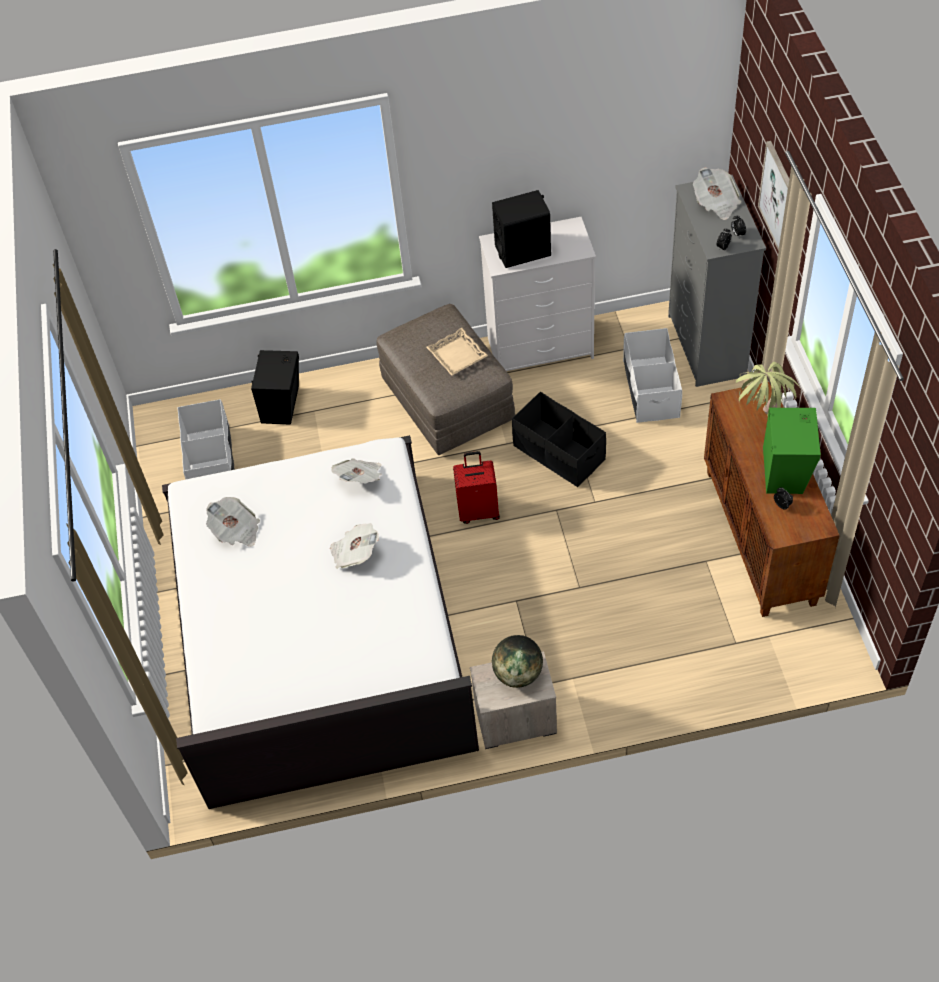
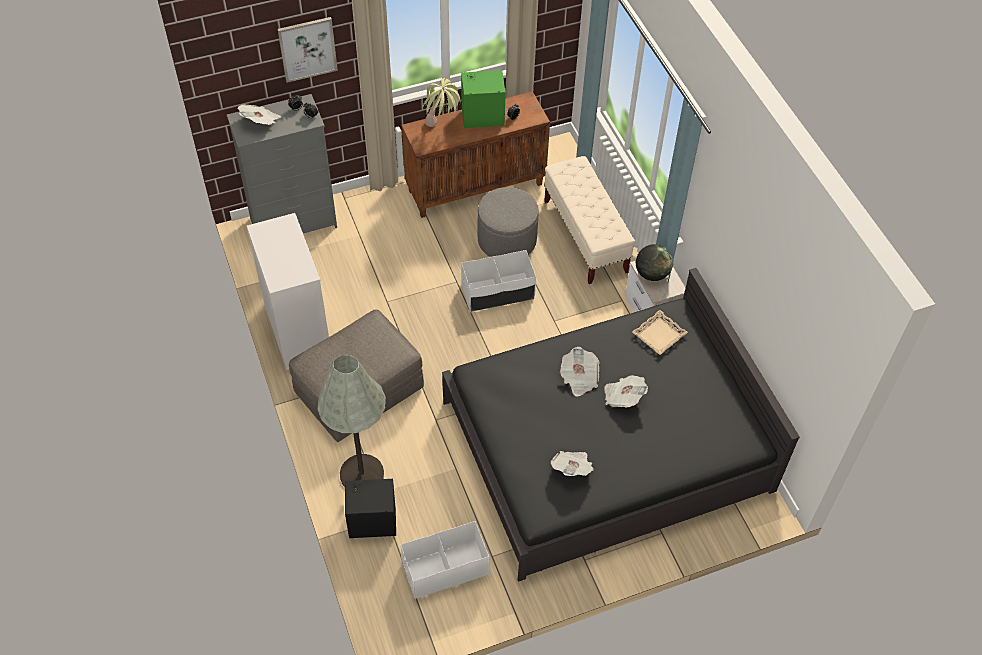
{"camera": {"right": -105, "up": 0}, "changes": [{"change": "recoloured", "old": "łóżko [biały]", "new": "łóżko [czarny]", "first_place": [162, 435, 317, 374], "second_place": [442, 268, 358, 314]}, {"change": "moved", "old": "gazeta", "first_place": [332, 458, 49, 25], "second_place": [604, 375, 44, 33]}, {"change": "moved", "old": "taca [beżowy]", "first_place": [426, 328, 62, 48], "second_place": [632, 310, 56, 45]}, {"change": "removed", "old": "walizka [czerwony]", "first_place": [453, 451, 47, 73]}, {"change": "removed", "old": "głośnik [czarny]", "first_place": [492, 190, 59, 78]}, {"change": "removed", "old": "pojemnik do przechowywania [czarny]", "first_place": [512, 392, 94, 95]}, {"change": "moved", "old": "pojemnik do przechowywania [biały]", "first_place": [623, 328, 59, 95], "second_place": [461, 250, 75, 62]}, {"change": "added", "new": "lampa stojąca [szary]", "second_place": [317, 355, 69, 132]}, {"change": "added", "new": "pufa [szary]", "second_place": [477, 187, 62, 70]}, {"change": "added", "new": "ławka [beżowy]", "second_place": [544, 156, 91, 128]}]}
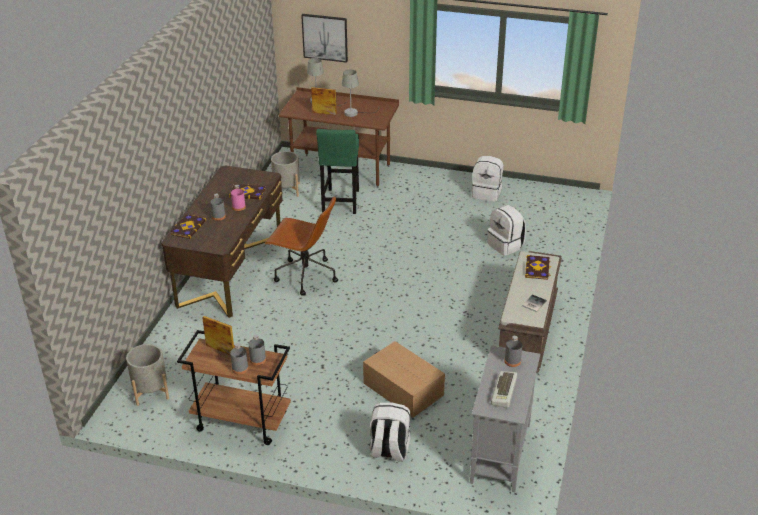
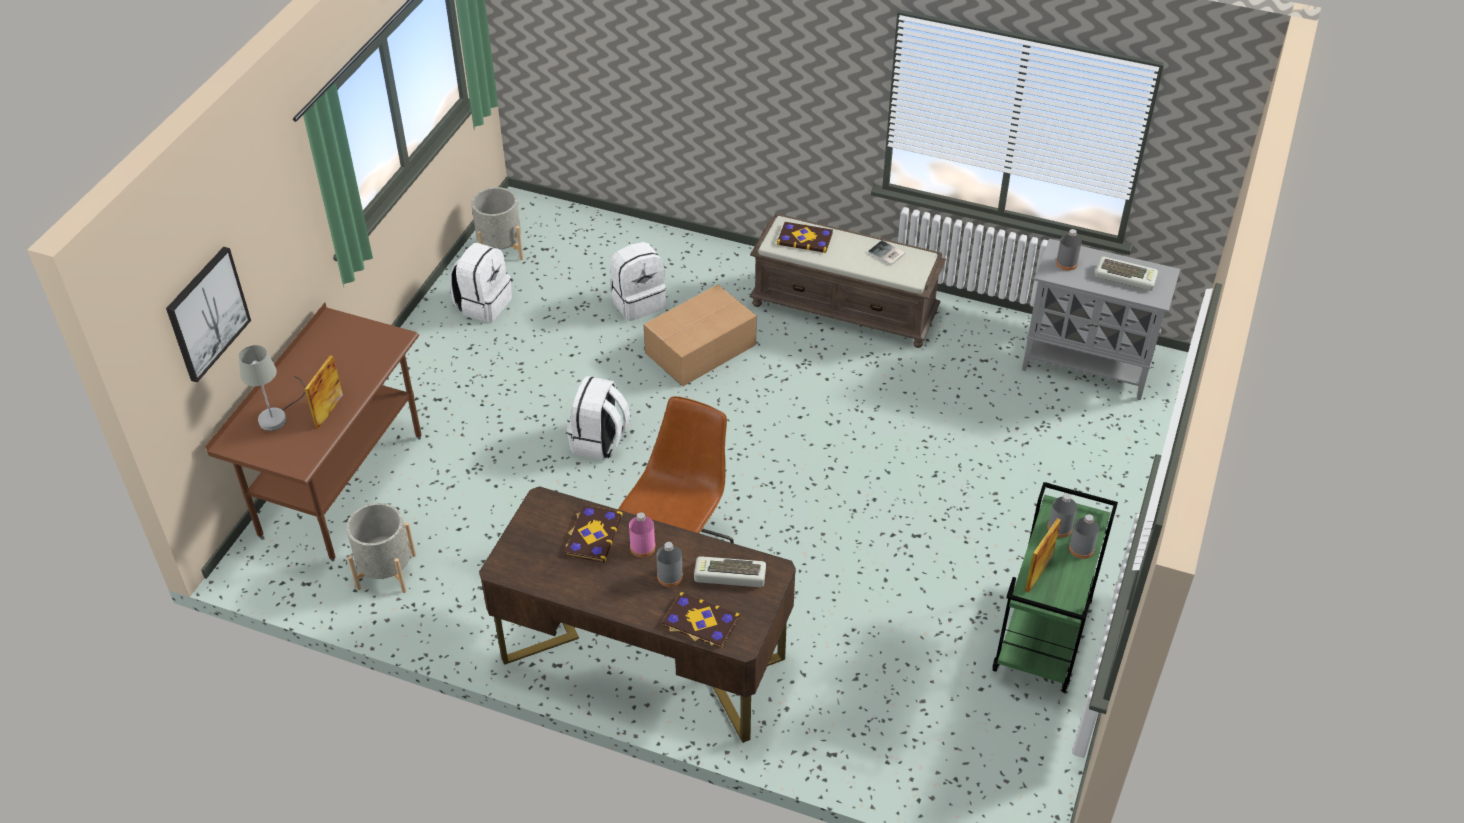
{"camera": {"right": -85, "up": 10}, "changes": [{"change": "moved", "old": "donica [szary]", "first_place": [126, 344, 43, 62], "second_place": [471, 187, 52, 73]}, {"change": "recoloured", "old": "wózek [brązowy]", "new": "wózek [zielony]", "first_place": [177, 330, 114, 115], "second_place": [992, 482, 126, 211]}, {"change": "removed", "old": "stołek [zielony]", "first_place": [316, 129, 43, 85]}, {"change": "removed", "old": "lampa stołowa [szary]", "first_place": [342, 69, 37, 48]}, {"change": "moved", "old": "karton", "first_place": [363, 341, 82, 77], "second_place": [644, 284, 113, 103]}, {"change": "moved", "old": "plecak [biały]", "first_place": [370, 402, 41, 60], "second_place": [567, 376, 63, 84]}, {"change": "added", "new": "klawiatura", "second_place": [694, 556, 72, 31]}]}
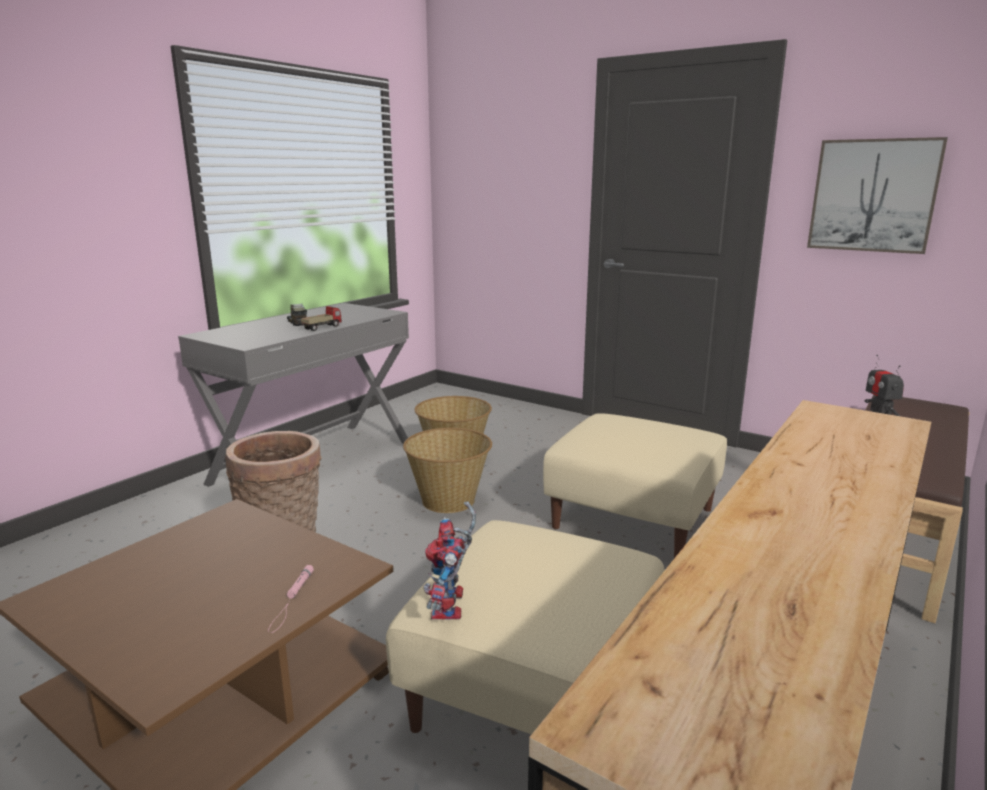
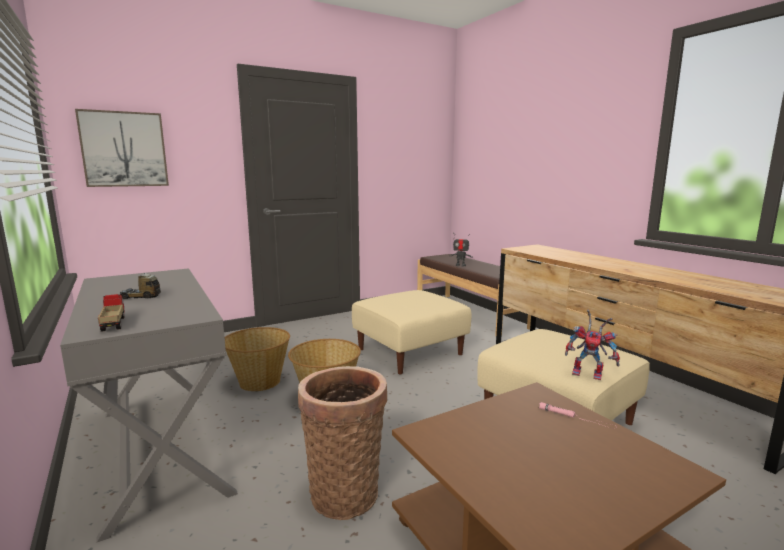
{"camera": {"right": -65, "up": -5}, "changes": [{"change": "moved", "old": "ciężarówka zabawkowa", "first_place": [301, 306, 41, 25], "second_place": [98, 294, 27, 38]}, {"change": "moved", "old": "obraz", "first_place": [807, 137, 141, 117], "second_place": [75, 109, 94, 78]}]}
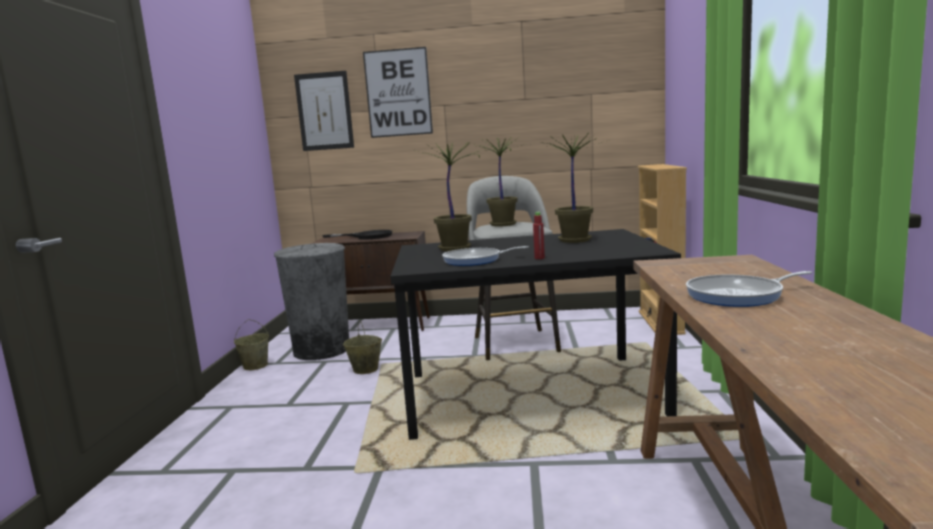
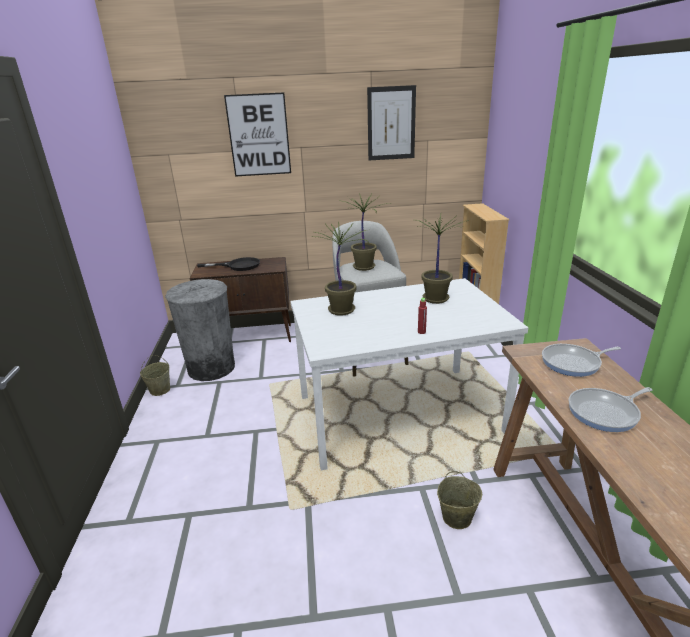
{"camera": {"right": -10, "up": 15}, "changes": [{"change": "moved", "old": "obraz", "first_place": [294, 71, 60, 80], "second_place": [367, 85, 49, 76]}, {"change": "moved", "old": "wiadro [beżowy]", "first_place": [343, 321, 39, 53], "second_place": [437, 471, 45, 58]}, {"change": "recoloured", "old": "stół jadalny [czarny]", "new": "stół jadalny [biały]", "first_place": [390, 229, 291, 211], "second_place": [291, 278, 237, 192]}, {"change": "moved", "old": "patelnia", "first_place": [442, 246, 87, 20], "second_place": [542, 344, 79, 33]}]}
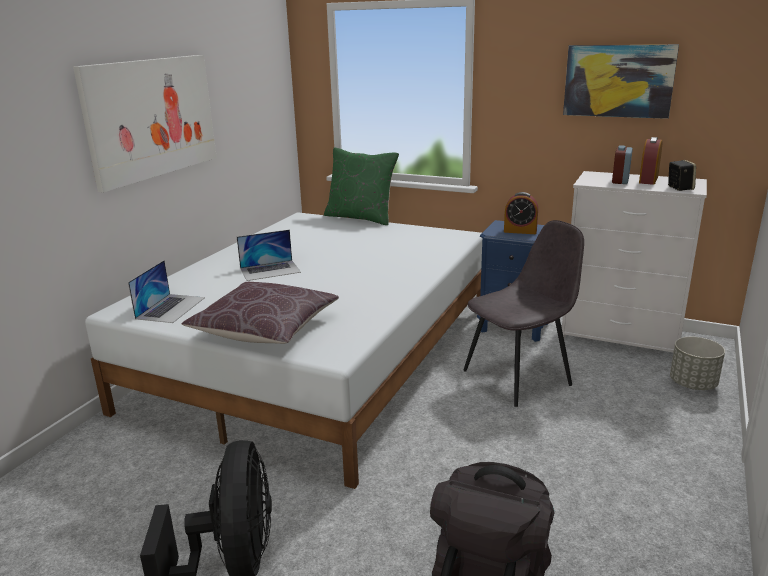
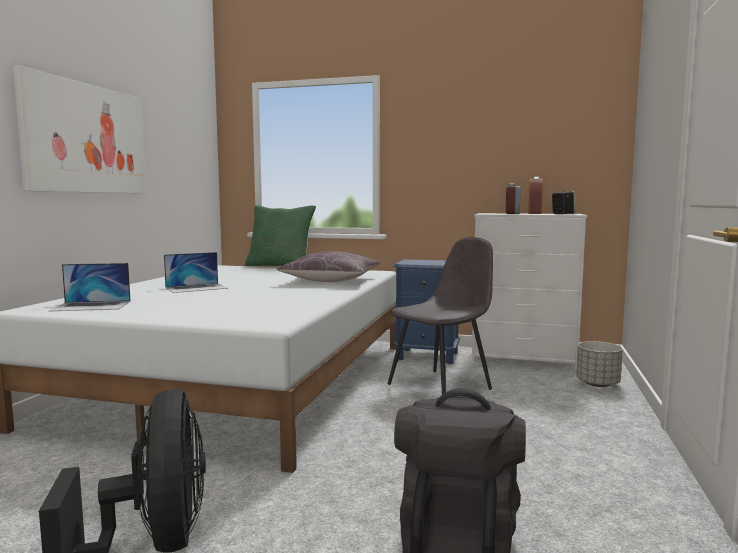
{"camera": {"right": -10, "up": -15}, "changes": [{"change": "turned", "old": "laptop", "first_place": [128, 260, 77, 63], "second_place": [48, 263, 83, 49], "degrees": 75}, {"change": "moved", "old": "poduszka [brązowy]", "first_place": [181, 282, 158, 62], "second_place": [277, 251, 103, 31]}, {"change": "removed", "old": "budzik", "first_place": [504, 192, 34, 42]}, {"change": "removed", "old": "obraz", "first_place": [563, 45, 116, 74]}]}
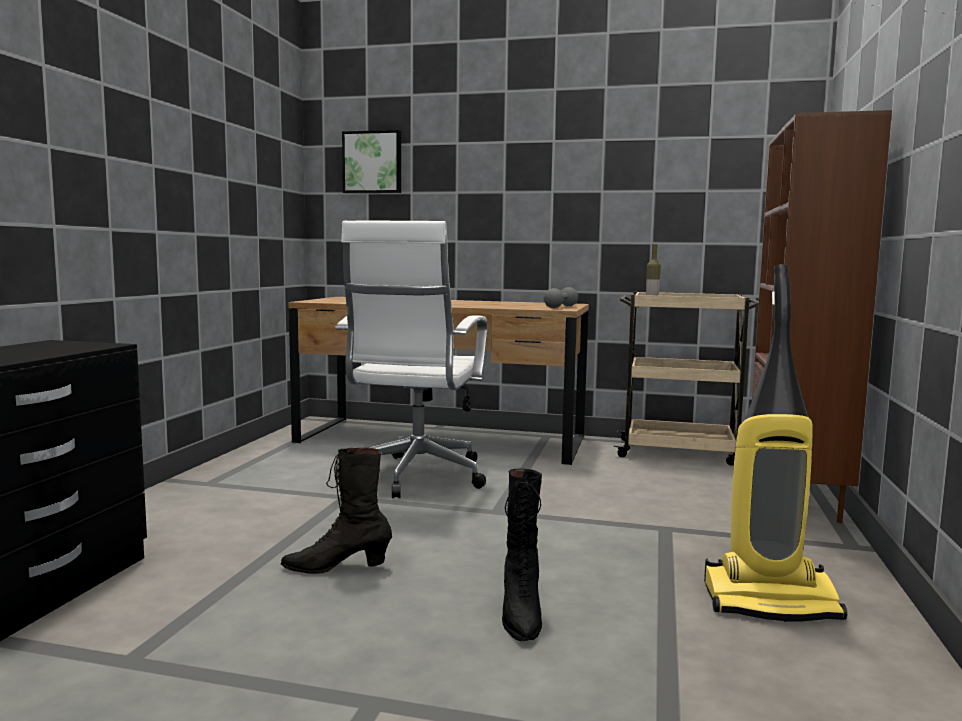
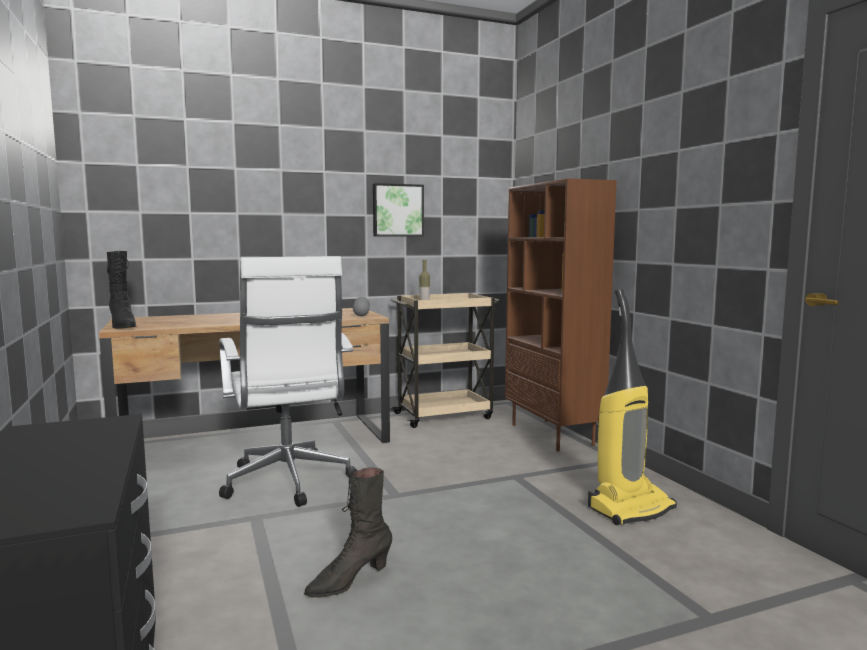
{"camera": {"right": -35, "up": 0}, "changes": [{"change": "moved", "old": "obraz", "first_place": [342, 130, 59, 63], "second_place": [373, 183, 51, 53]}, {"change": "moved", "old": "but z cholewką [czarny]", "first_place": [502, 468, 40, 174], "second_place": [107, 251, 29, 78]}]}
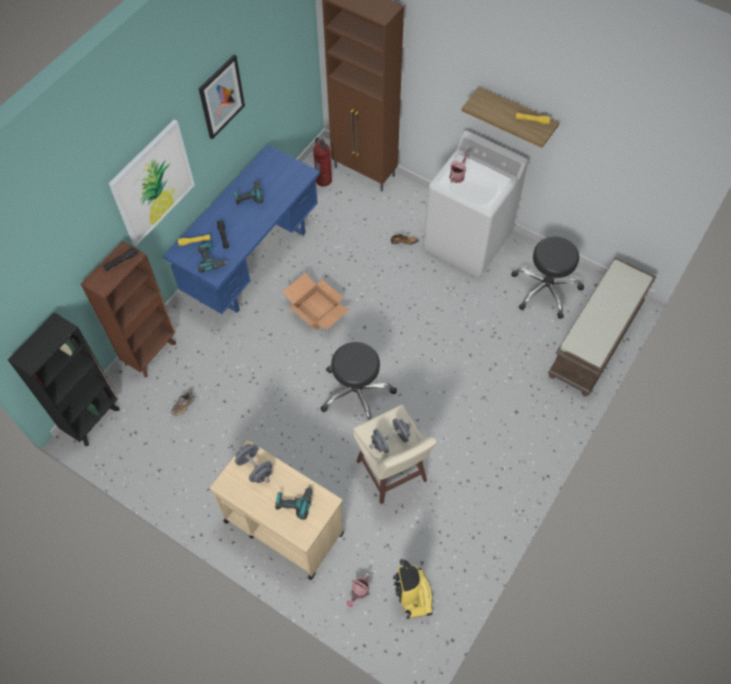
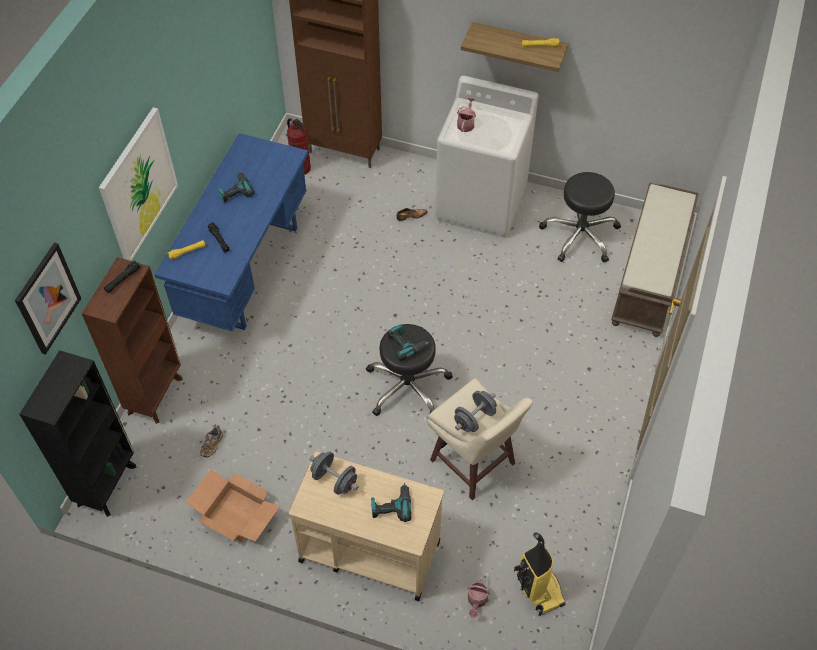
{"camera": {"right": -15, "up": -5}, "changes": [{"change": "moved", "old": "wiertarka", "first_place": [198, 243, 30, 30], "second_place": [388, 325, 41, 36]}, {"change": "moved", "old": "obraz", "first_place": [199, 55, 46, 84], "second_place": [15, 242, 66, 113]}, {"change": "moved", "old": "karton", "first_place": [282, 273, 68, 57], "second_place": [186, 469, 94, 73]}]}
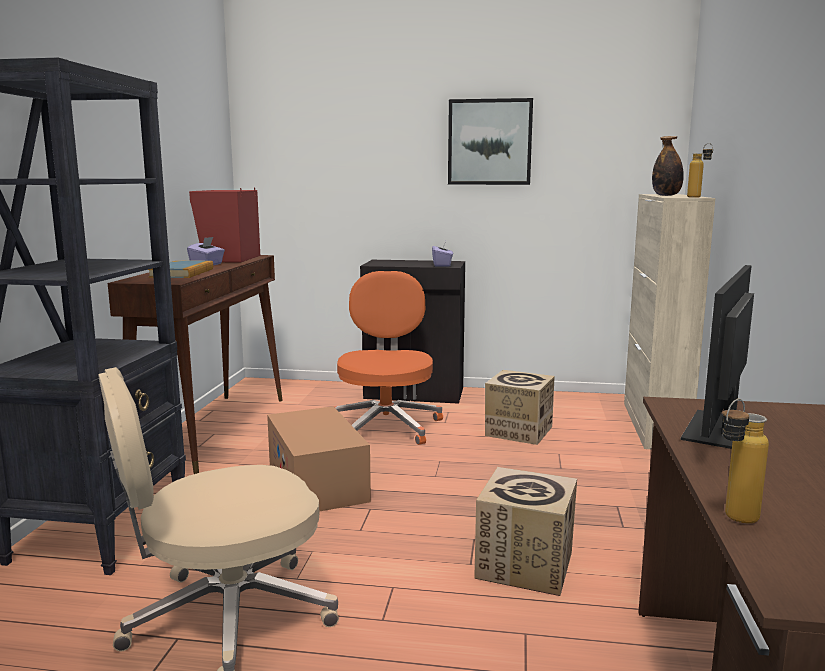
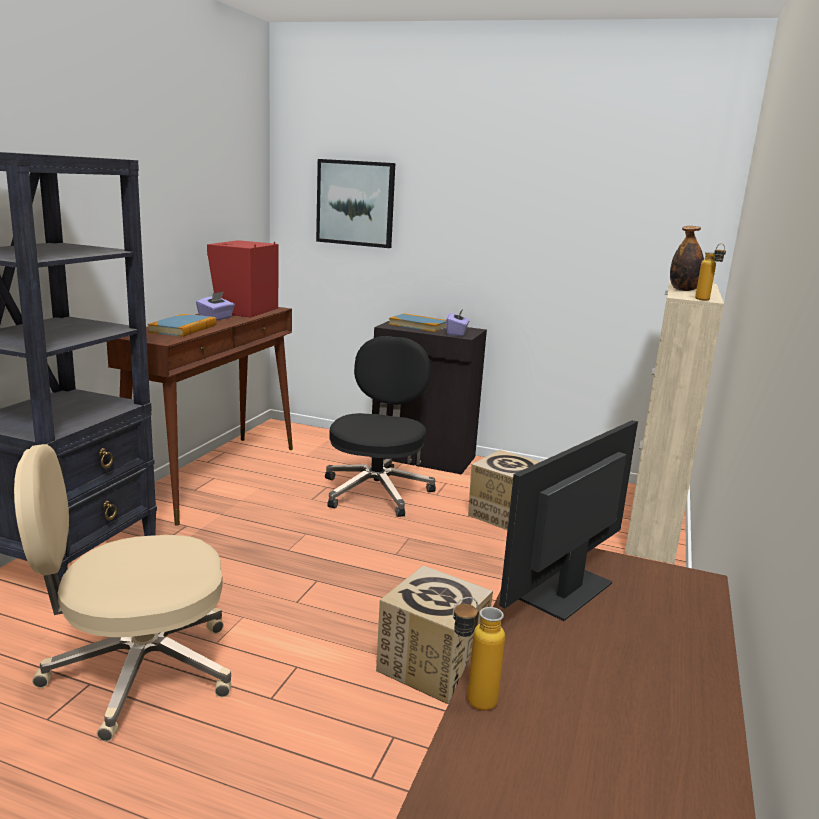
{"camera": {"right": 10, "up": 5}, "changes": [{"change": "removed", "old": "karton", "first_place": [267, 406, 104, 106]}, {"change": "recoloured", "old": "krzesło biurowe [pomarańczowy]", "new": "krzesło biurowe [czarny]", "first_place": [334, 271, 109, 174], "second_place": [325, 336, 111, 181]}, {"change": "moved", "old": "obraz", "first_place": [448, 98, 85, 87], "second_place": [316, 159, 79, 89]}, {"change": "added", "new": "książka", "second_place": [389, 313, 57, 19]}]}
